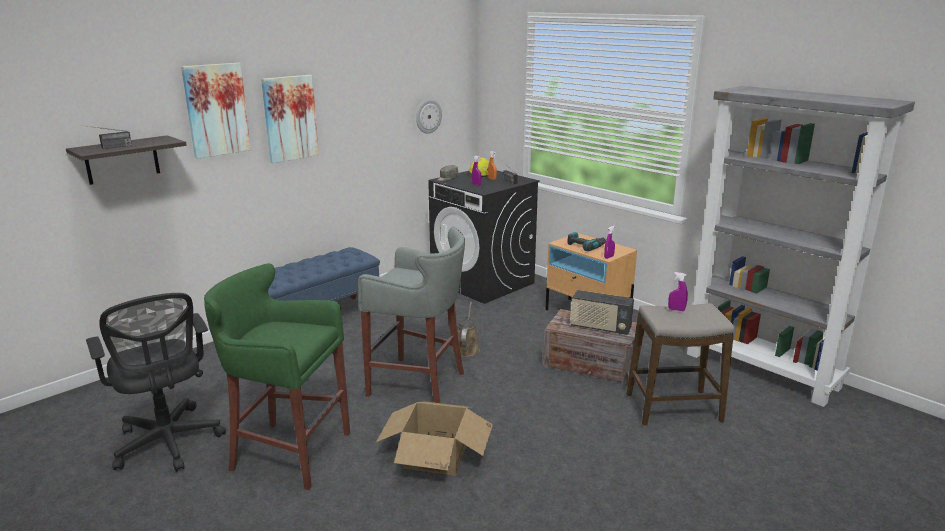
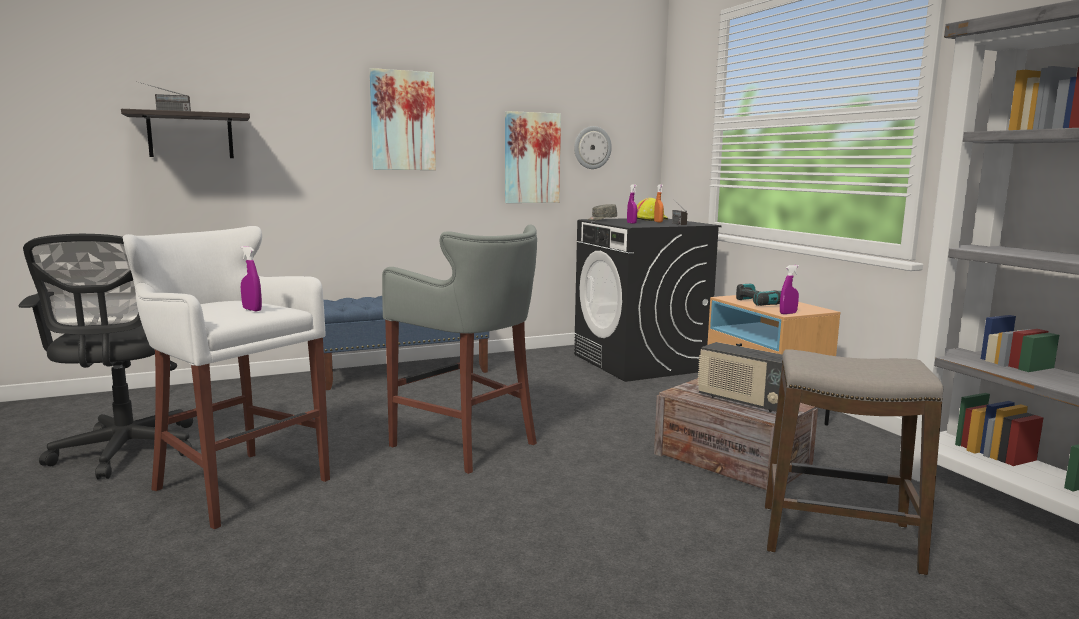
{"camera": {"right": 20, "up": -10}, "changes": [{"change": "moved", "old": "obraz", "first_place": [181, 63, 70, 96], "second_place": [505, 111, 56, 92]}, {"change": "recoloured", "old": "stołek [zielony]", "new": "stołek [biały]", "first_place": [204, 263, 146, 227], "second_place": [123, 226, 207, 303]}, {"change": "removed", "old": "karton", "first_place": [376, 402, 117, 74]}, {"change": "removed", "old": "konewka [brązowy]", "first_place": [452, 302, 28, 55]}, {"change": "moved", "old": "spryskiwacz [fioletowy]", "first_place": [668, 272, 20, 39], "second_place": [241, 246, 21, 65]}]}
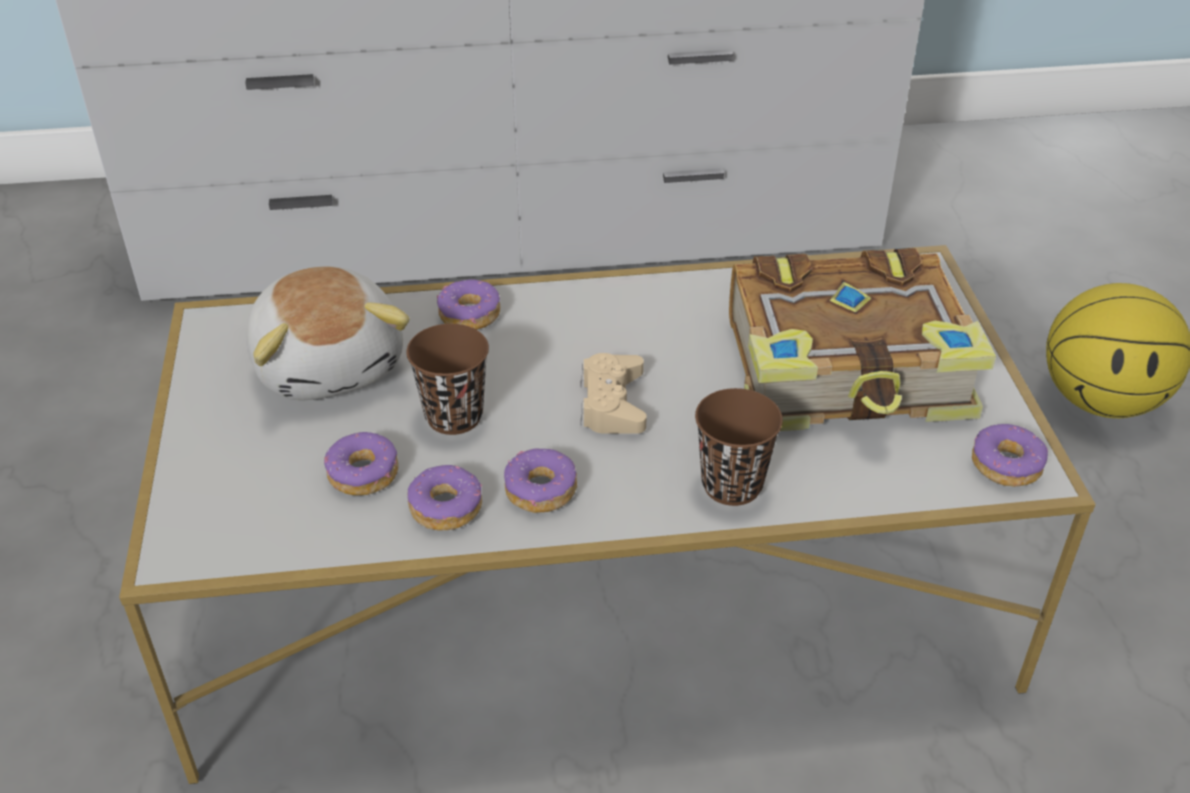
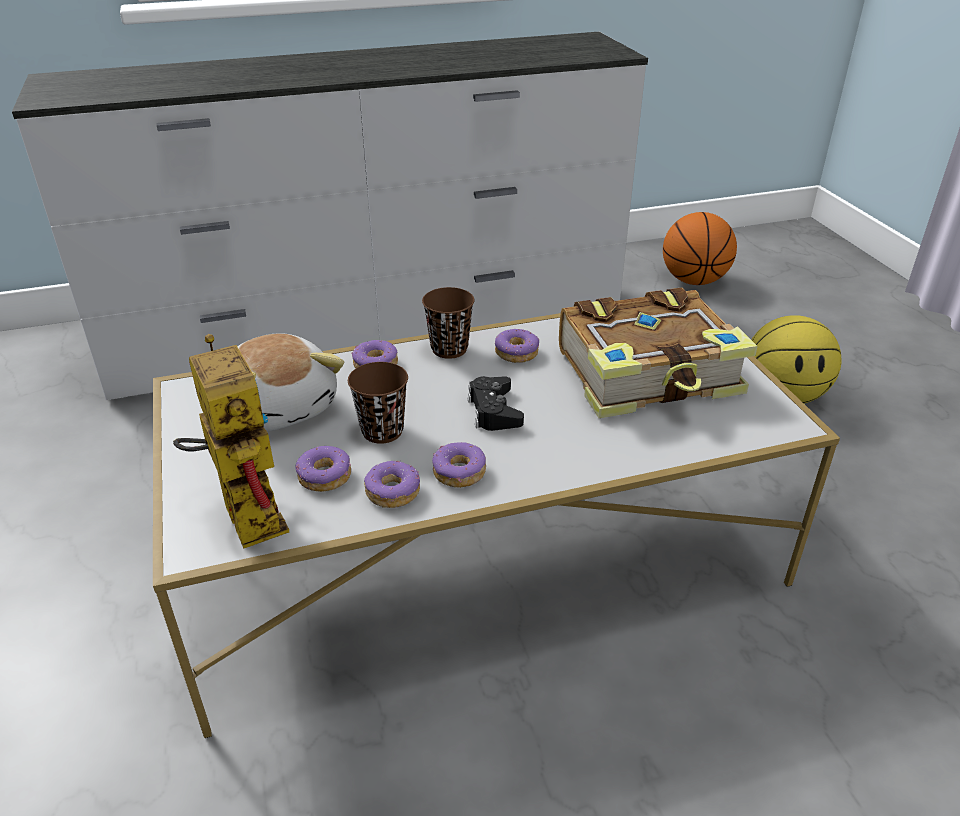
{"camera": {"right": -10, "up": -5}, "changes": [{"change": "recoloured", "old": "pad do gier [beżowy]", "new": "pad do gier [czarny]", "first_place": [580, 353, 67, 81], "second_place": [468, 376, 56, 55]}, {"change": "moved", "old": "filiżanka [brązowy]", "first_place": [695, 388, 88, 118], "second_place": [422, 287, 53, 72]}, {"change": "moved", "old": "donut", "first_place": [972, 424, 76, 63], "second_place": [495, 329, 44, 34]}, {"change": "added", "new": "robot zabawkowy", "second_place": [173, 334, 116, 215]}, {"change": "added", "new": "piłka do koszykówki", "second_place": [663, 212, 74, 73]}]}
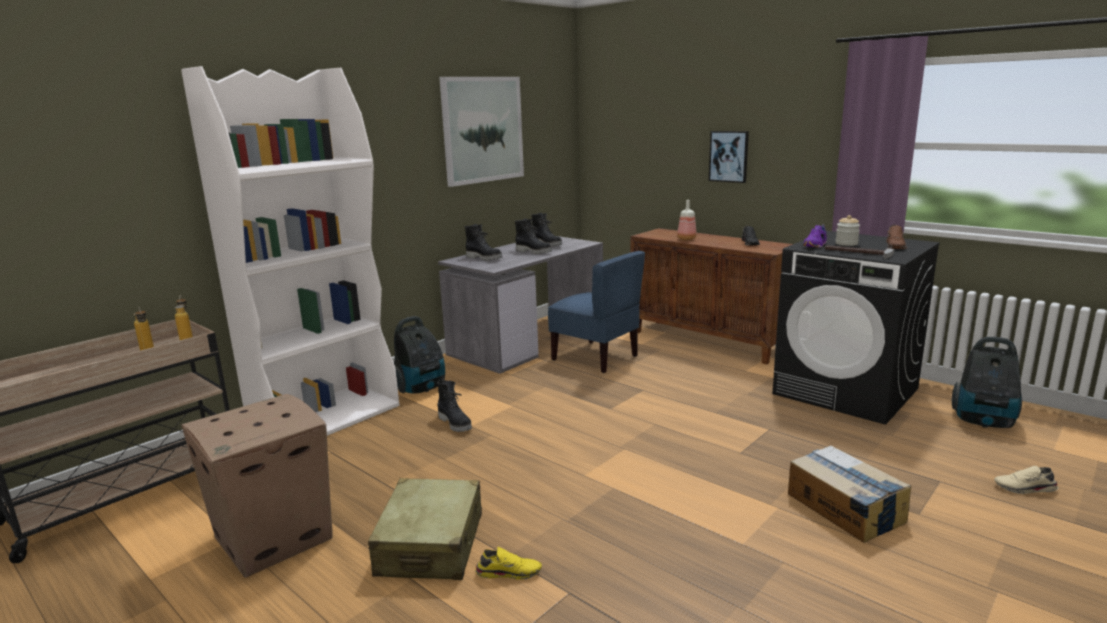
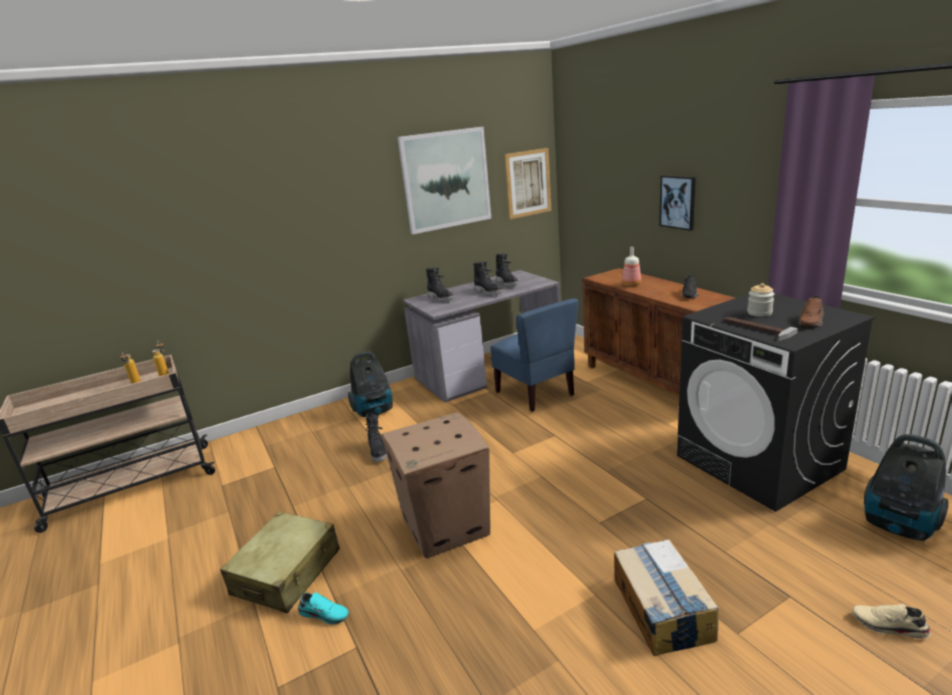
{"camera": {"right": 20, "up": 5}, "changes": [{"change": "removed", "old": "regał [biały]", "first_place": [181, 66, 218, 370]}, {"change": "moved", "old": "karton", "first_place": [181, 394, 152, 184], "second_place": [382, 412, 109, 147]}, {"change": "recoloured", "old": "but [żółty]", "new": "but [turkusowy]", "first_place": [476, 547, 66, 33], "second_place": [298, 592, 51, 33]}, {"change": "removed", "old": "but [fioletowy]", "first_place": [803, 224, 24, 24]}, {"change": "added", "new": "obraz", "second_place": [504, 148, 47, 71]}]}
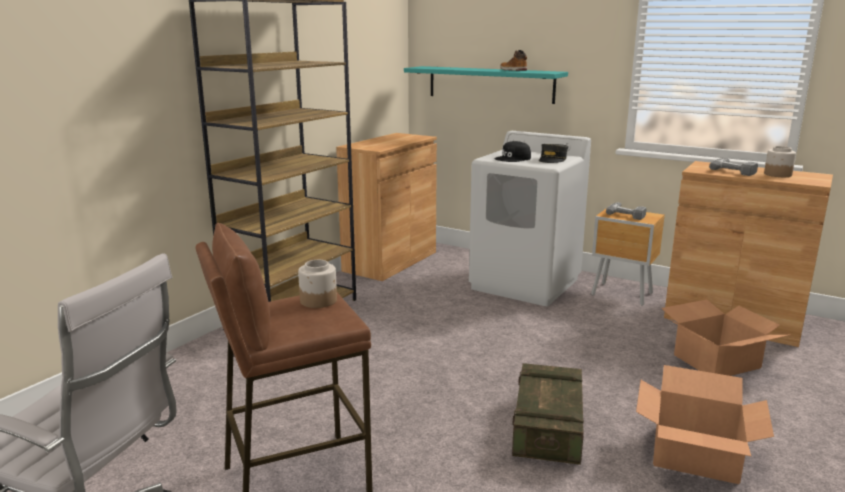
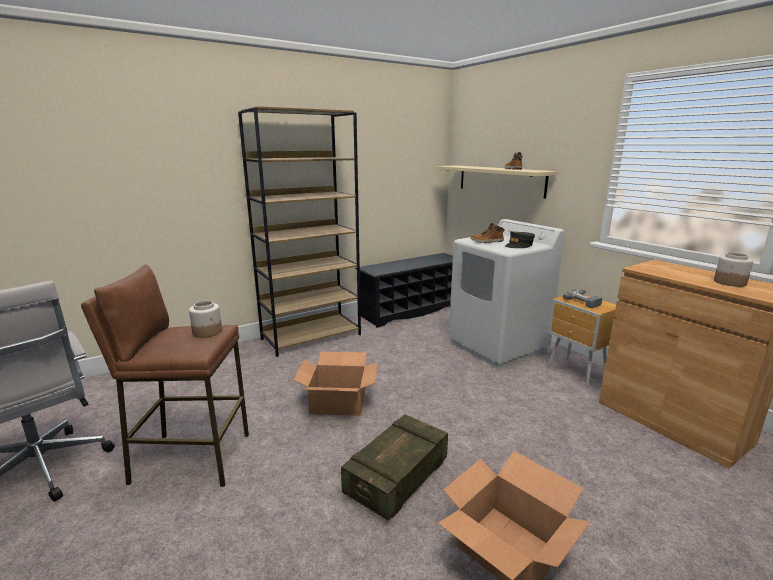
{"camera": {"right": 25, "up": 0}, "changes": [{"change": "replaced", "old": "szafka [brązowy]", "new": "regał na buty [czarny]", "first_place": [336, 133, 101, 148], "second_place": [355, 253, 98, 75]}, {"change": "recoloured", "old": "półka [turkusowy]", "new": "półka [beżowy]", "first_place": [404, 66, 164, 38], "second_place": [437, 165, 121, 34]}, {"change": "replaced", "old": "czapka z daszkiem [czarny]", "new": "but z cholewką", "first_place": [494, 141, 37, 21], "second_place": [471, 223, 34, 20]}, {"change": "moved", "old": "karton", "first_place": [661, 300, 127, 76], "second_place": [294, 352, 84, 64]}, {"change": "removed", "old": "wiertarka", "first_place": [709, 158, 49, 18]}]}
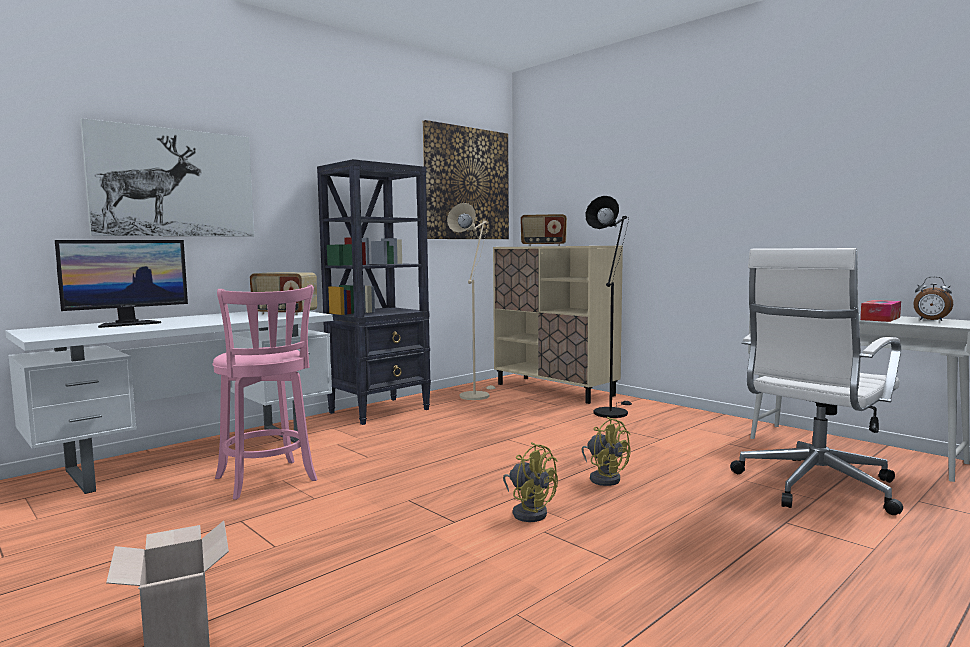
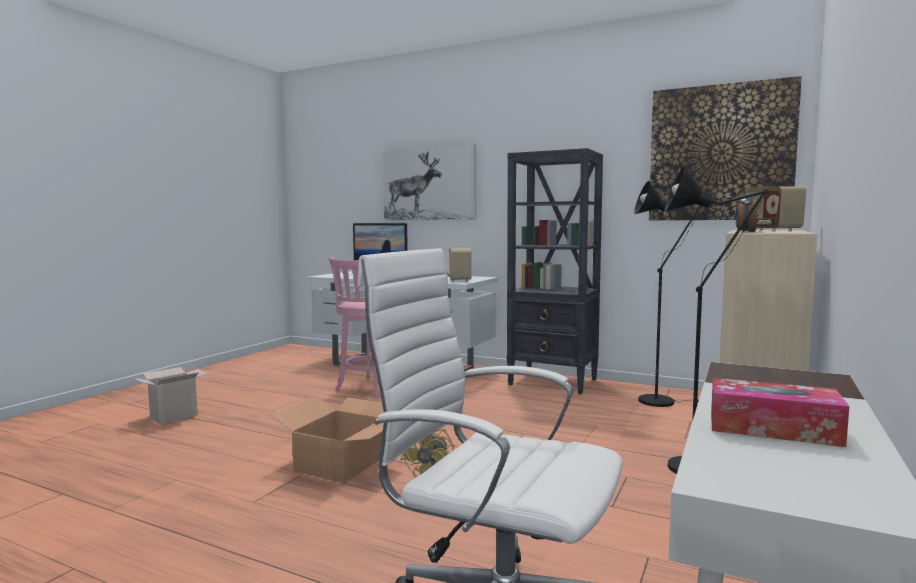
{"camera": {"right": 70, "up": 0}, "changes": [{"change": "recoloured", "old": "lampa stojąca [beżowy]", "new": "lampa stojąca [czarny]", "first_place": [447, 203, 48, 197], "second_place": [634, 181, 67, 226]}, {"change": "replaced", "old": "wentylator [żółty]", "new": "karton", "first_place": [503, 442, 55, 80], "second_place": [270, 396, 114, 87]}, {"change": "moved", "old": "budzik", "first_place": [913, 276, 40, 45], "second_place": [736, 189, 22, 43]}]}
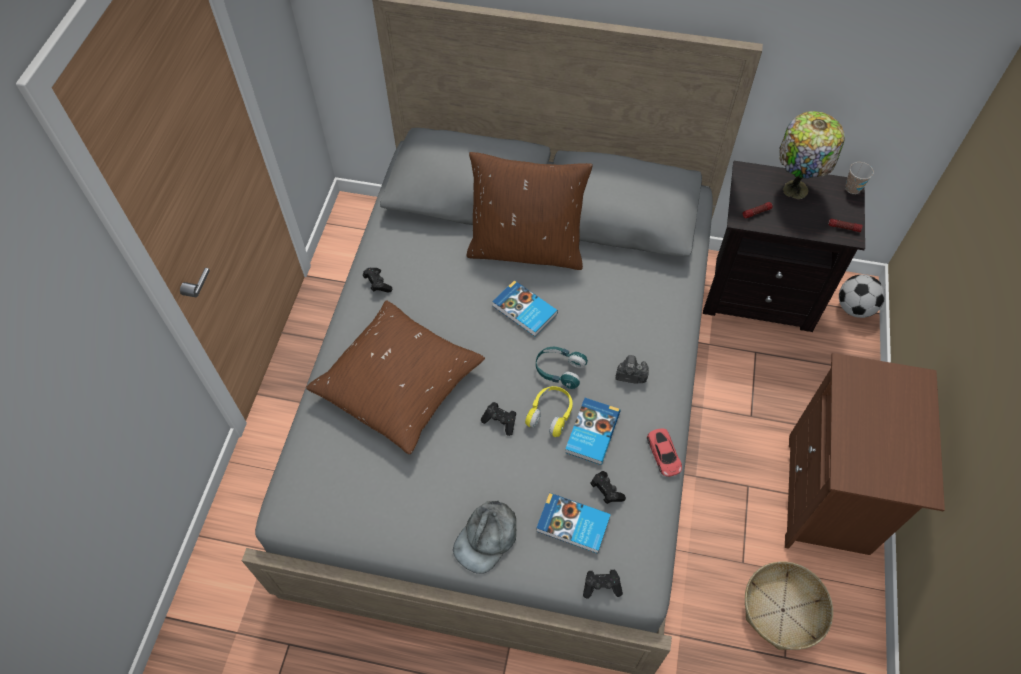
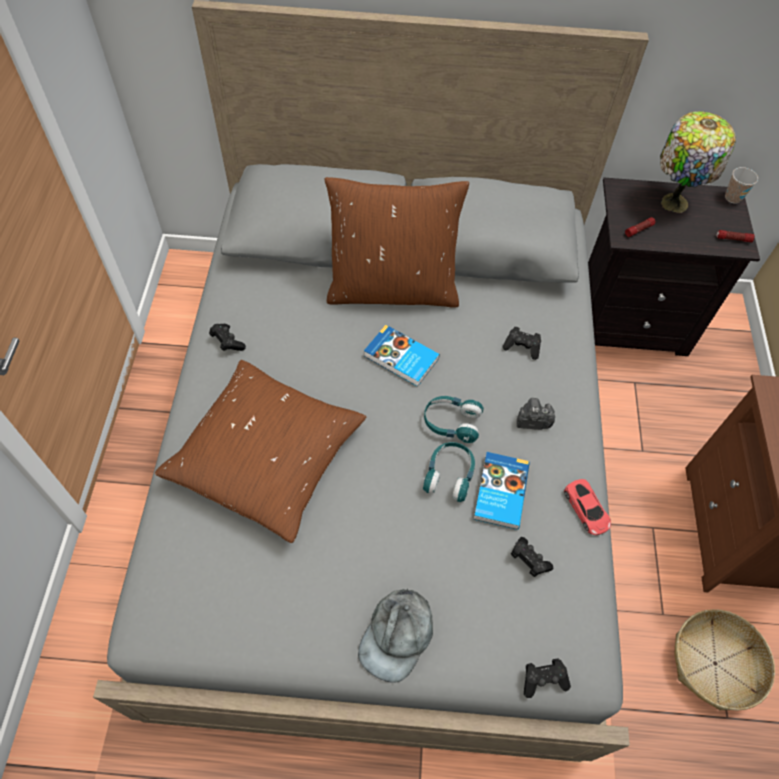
{"camera": {"right": -10, "up": 0}, "changes": [{"change": "moved", "old": "pad do gier [czarny]", "first_place": [481, 402, 35, 34], "second_place": [502, 327, 39, 33]}, {"change": "recoloured", "old": "słuchawki [żółty]", "new": "słuchawki [turkusowy]", "first_place": [525, 386, 48, 51], "second_place": [423, 442, 52, 60]}, {"change": "removed", "old": "książka", "first_place": [536, 493, 75, 61]}, {"change": "removed", "old": "piłka futbolowa", "first_place": [839, 274, 46, 44]}]}
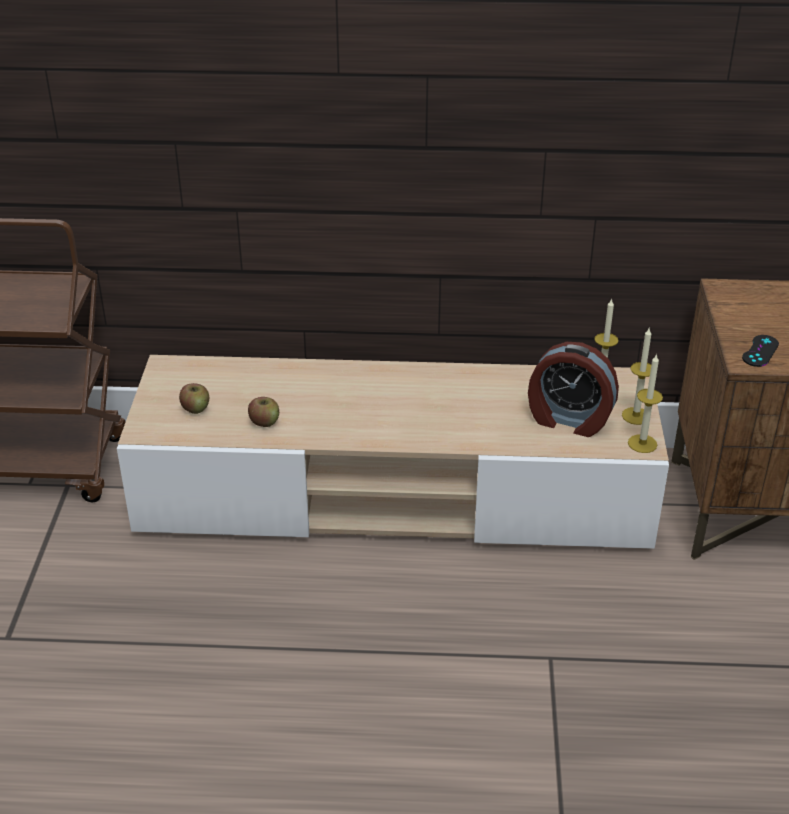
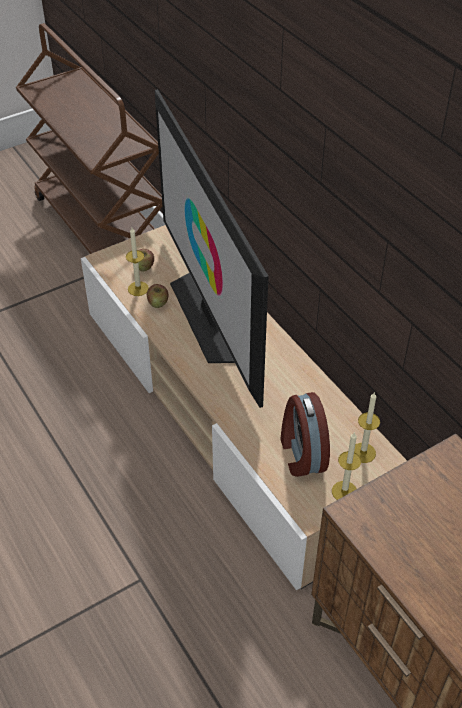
{"camera": {"right": 55, "up": 10}, "changes": [{"change": "moved", "old": "świeca", "first_place": [628, 354, 35, 99], "second_place": [126, 228, 23, 68]}, {"change": "removed", "old": "pad do gier [czarny]", "first_place": [742, 335, 37, 32]}, {"change": "added", "new": "telewizor", "second_place": [155, 89, 113, 319]}]}
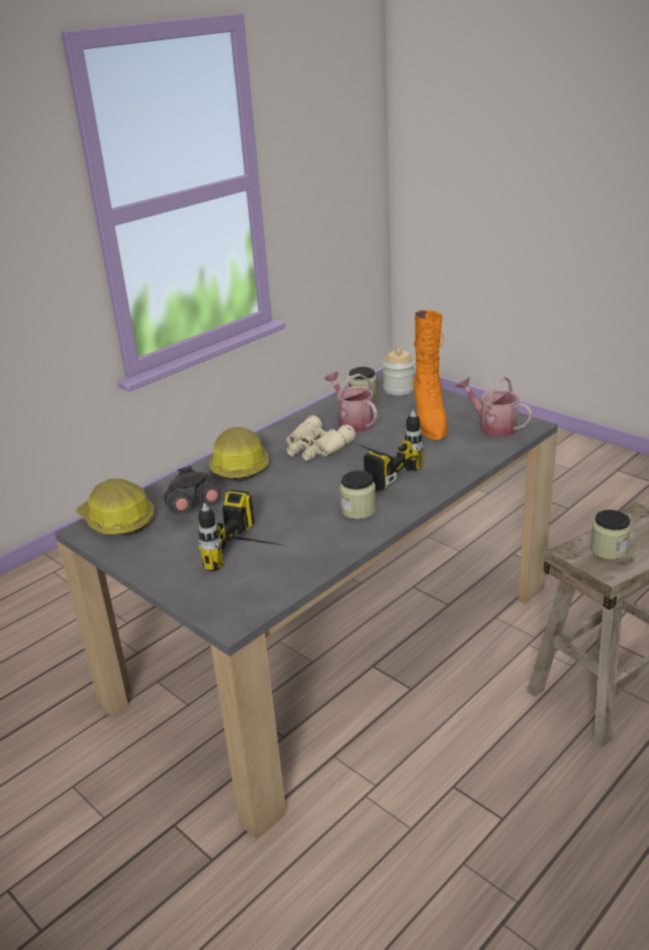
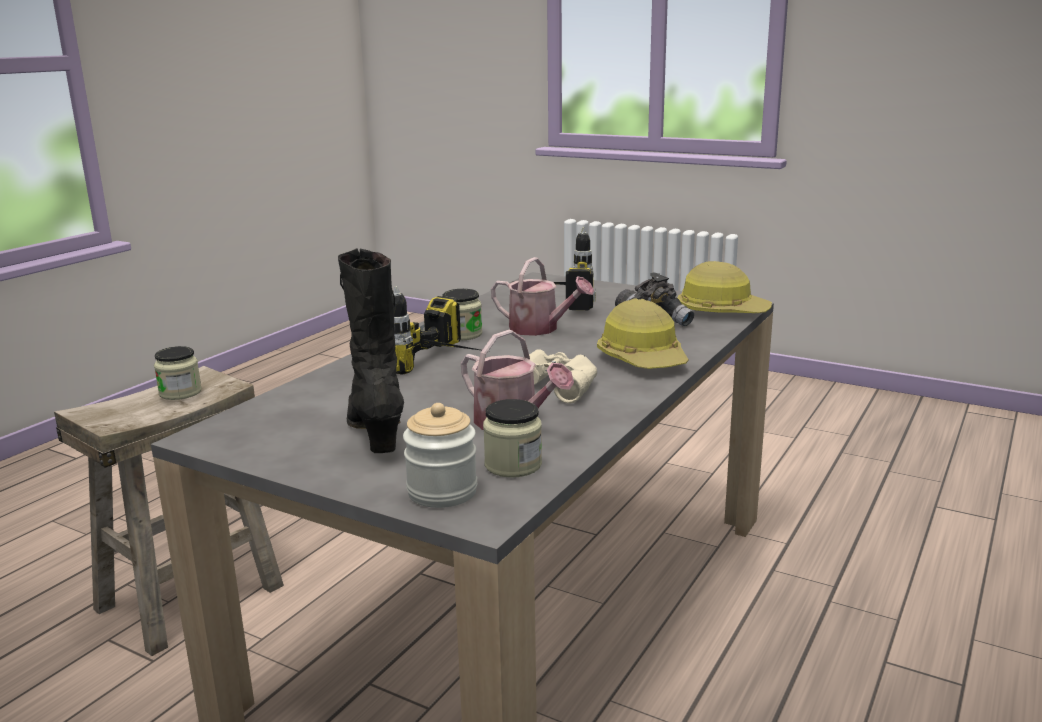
{"camera": {"right": 165, "up": -10}, "changes": [{"change": "recoloured", "old": "but z cholewką [pomarańczowy]", "new": "but z cholewką [czarny]", "first_place": [413, 310, 35, 130], "second_place": [338, 248, 66, 205]}, {"change": "moved", "old": "konewka", "first_place": [456, 376, 77, 61], "second_place": [491, 257, 103, 79]}]}
